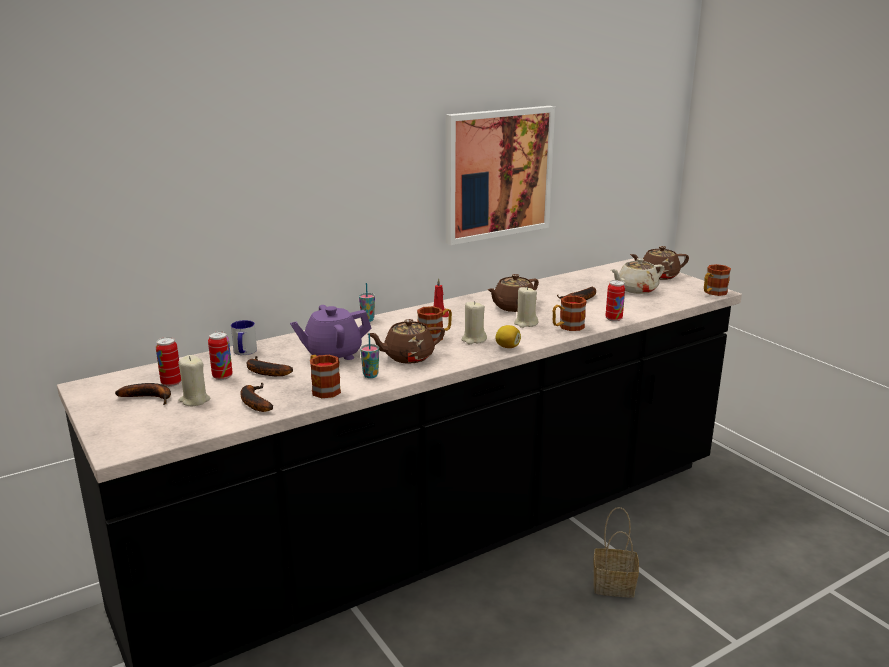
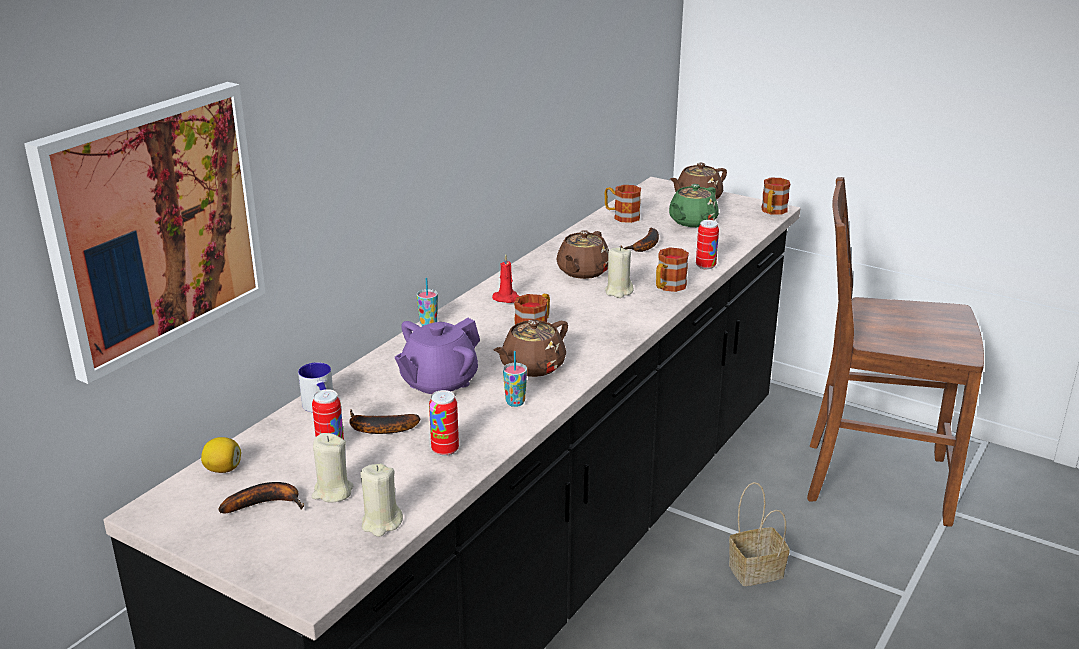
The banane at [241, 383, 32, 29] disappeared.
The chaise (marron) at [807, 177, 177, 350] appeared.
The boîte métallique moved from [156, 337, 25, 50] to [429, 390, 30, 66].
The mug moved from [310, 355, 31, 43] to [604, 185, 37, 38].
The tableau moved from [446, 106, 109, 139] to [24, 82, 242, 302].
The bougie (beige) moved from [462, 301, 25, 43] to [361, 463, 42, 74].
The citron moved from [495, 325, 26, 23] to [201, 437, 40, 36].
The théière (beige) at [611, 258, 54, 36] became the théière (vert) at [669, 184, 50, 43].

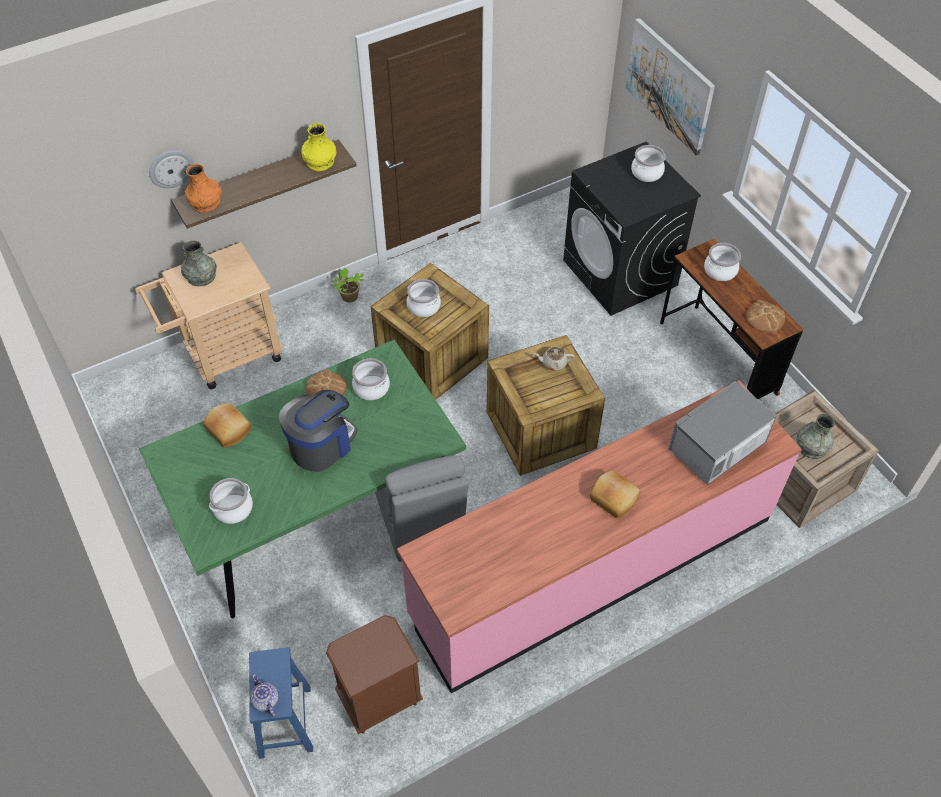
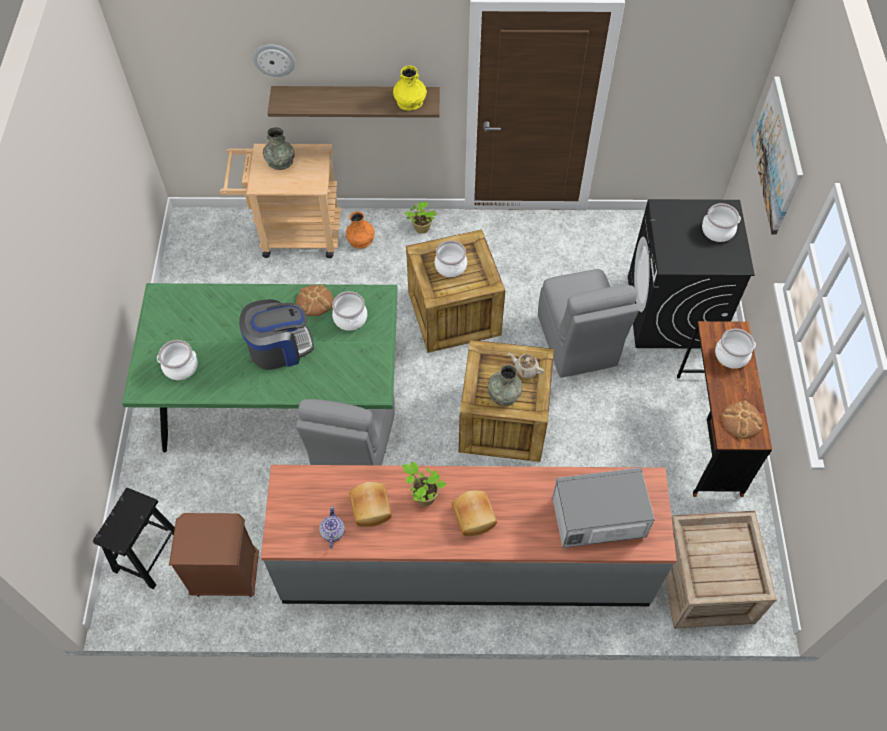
The plante en pot at [402, 461, 44, 45] appeared.
The chaise (gris) at [538, 269, 101, 109] appeared.
The vase (orange) moved from [185, 164, 37, 49] to [346, 211, 29, 38].
The pain moved from [203, 403, 48, 45] to [349, 482, 43, 45].
The théière moved from [250, 674, 29, 43] to [319, 506, 26, 43].
The vase (gris) moved from [797, 413, 38, 46] to [488, 365, 34, 41].
The tabouret (bleu) at [249, 647, 64, 112] became the tabouret (noir) at [93, 488, 82, 101].
The comptoir de cuisine (rose) at [397, 380, 405, 313] became the comptoir de cuisine (gris) at [261, 465, 416, 141].

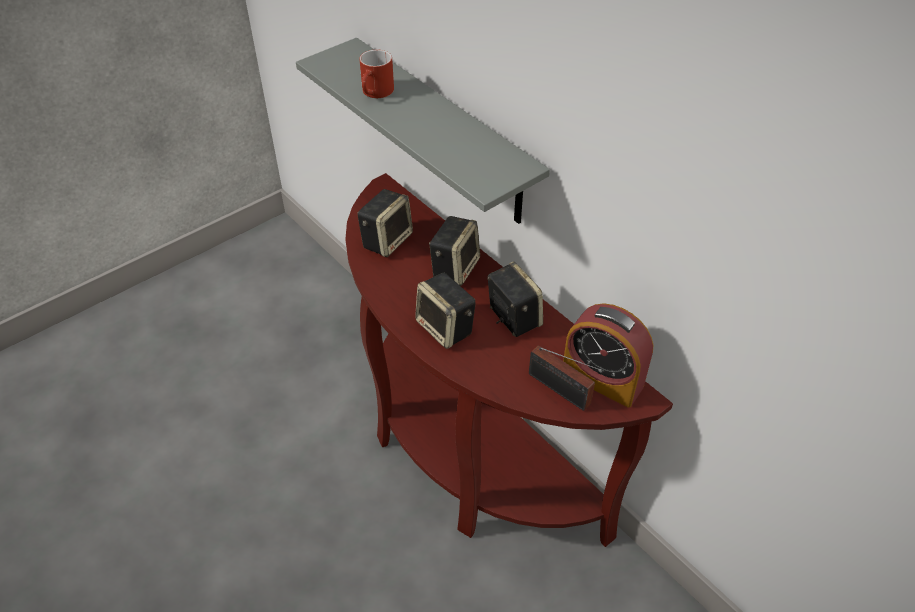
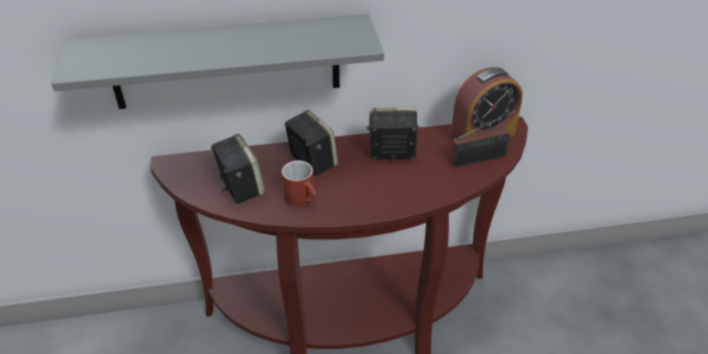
The enceinte at [415, 273, 61, 76] disappeared.
The mug (rouge) moved from [359, 50, 35, 48] to [282, 160, 34, 46].

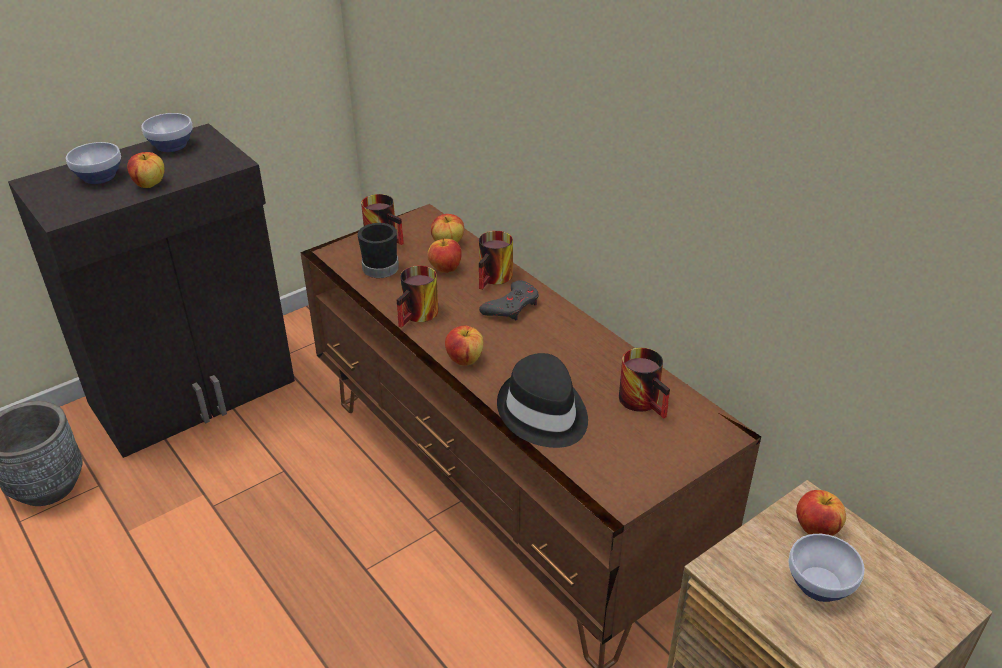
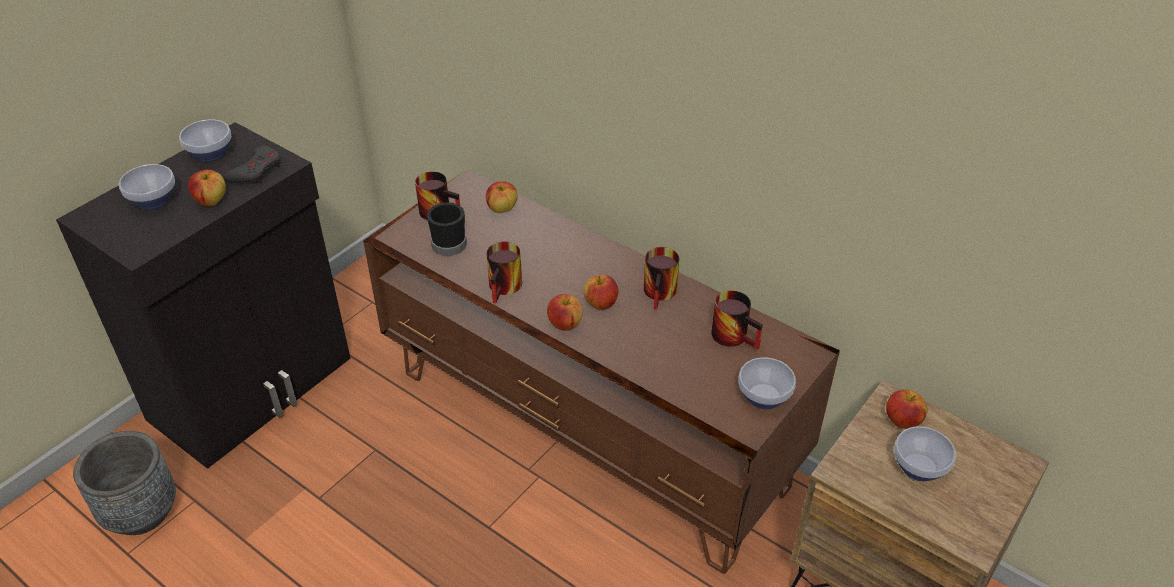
The chapeau (noir) at [497, 353, 91, 95] disappeared.
The bol at [738, 357, 58, 52] appeared.
The pomme moved from [428, 237, 34, 36] to [584, 275, 34, 35].
The mug moved from [479, 231, 34, 59] to [644, 247, 35, 62].
The manette (gris) moved from [479, 280, 60, 40] to [224, 146, 56, 38].

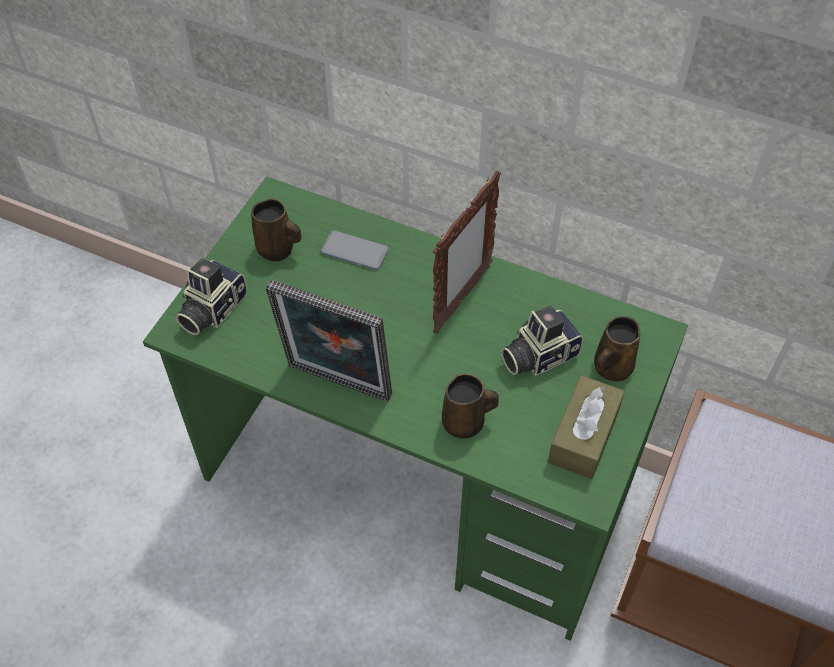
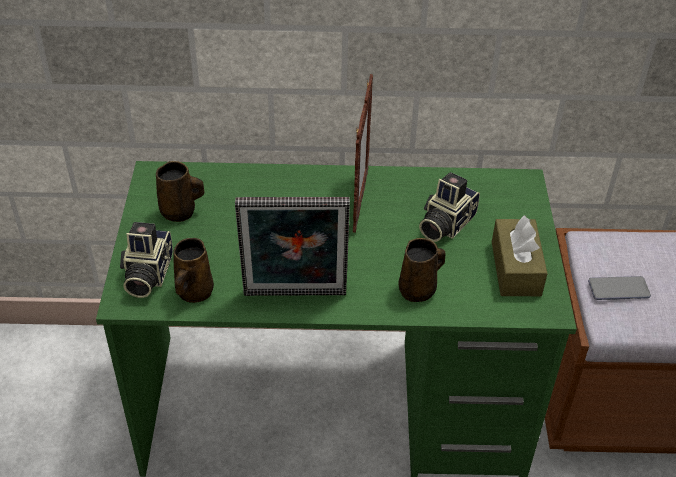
The téléphone moved from [321, 230, 68, 40] to [588, 276, 63, 24].
The mug (marron) moved from [594, 316, 46, 65] to [173, 238, 41, 65].

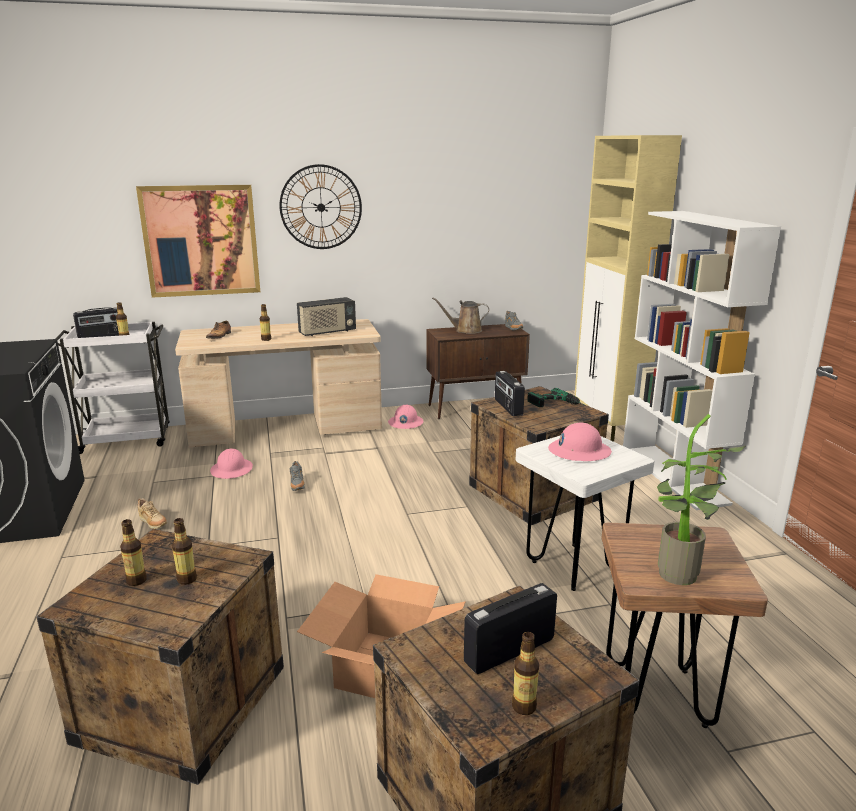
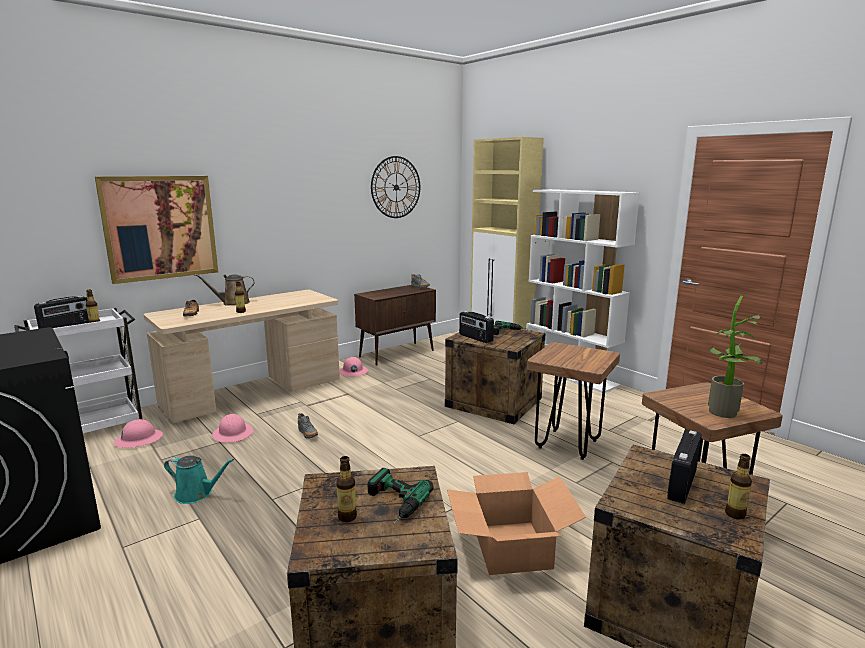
The radio at [297, 297, 59, 39] disappeared.
The horloge murale moved from [279, 164, 83, 85] to [371, 156, 49, 62].
The arrosoir (marron) moved from [432, 297, 57, 37] to [194, 274, 60, 32].
The casque de chantier (rose) moved from [548, 423, 64, 38] to [114, 419, 49, 29].
The chaussure (beige) at [138, 499, 29, 30] was replaced by the arrosoir (turquoise) at [164, 455, 70, 49].
The bouteille at [172, 518, 25, 67] was replaced by the perceuse at [367, 468, 66, 57].
The tabouret (blanc) at [515, 435, 140, 156] became the tabouret (marron) at [527, 342, 93, 118].

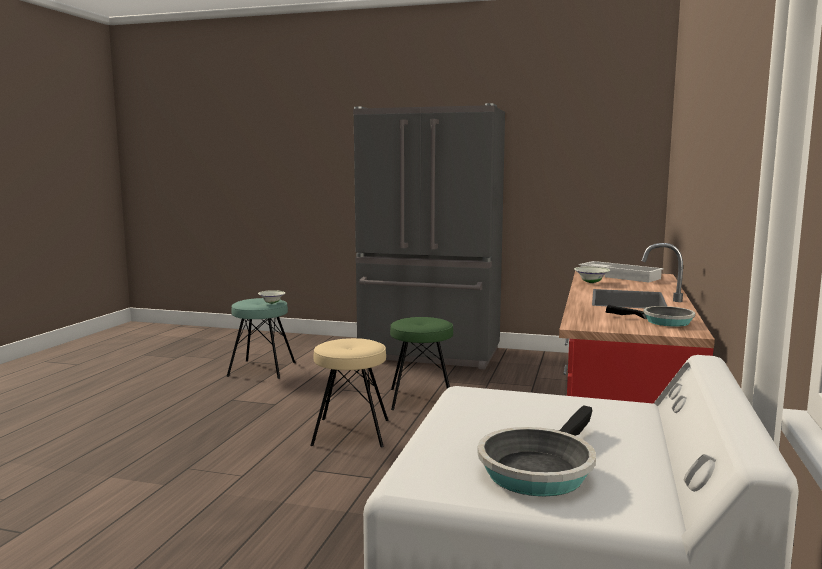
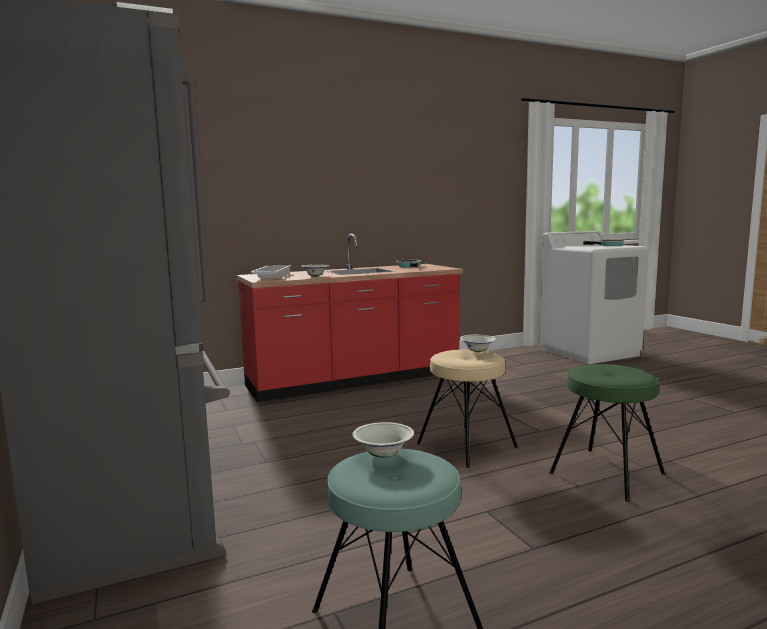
The bol (blanc) at [460, 334, 36, 18] appeared.
The tabouret (vert) moved from [390, 317, 63, 93] to [549, 364, 116, 138].

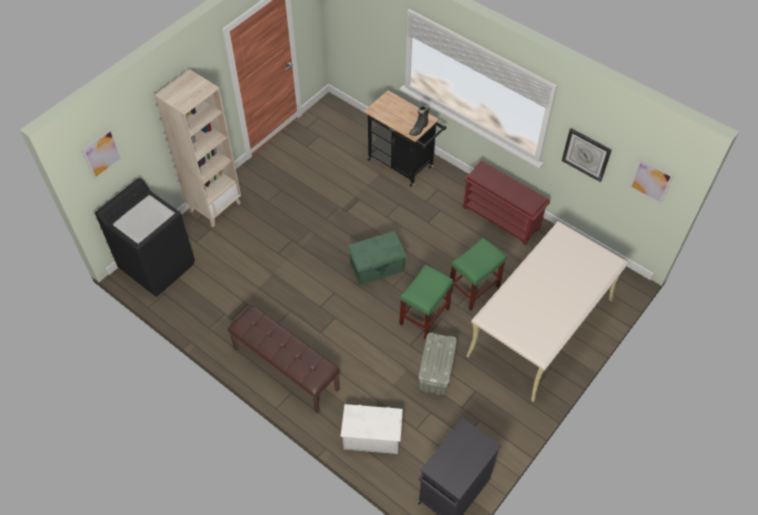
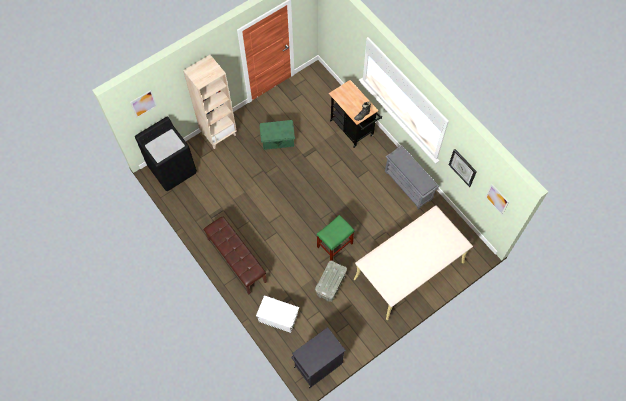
The tabouret (vert) at [450, 237, 56, 74] disappeared.
The boîte de rangement (vert) moved from [348, 231, 59, 54] to [259, 120, 36, 30].
The étagère à chaussures (rouge) at [463, 161, 87, 84] became the étagère à chaussures (gris) at [385, 145, 54, 65].

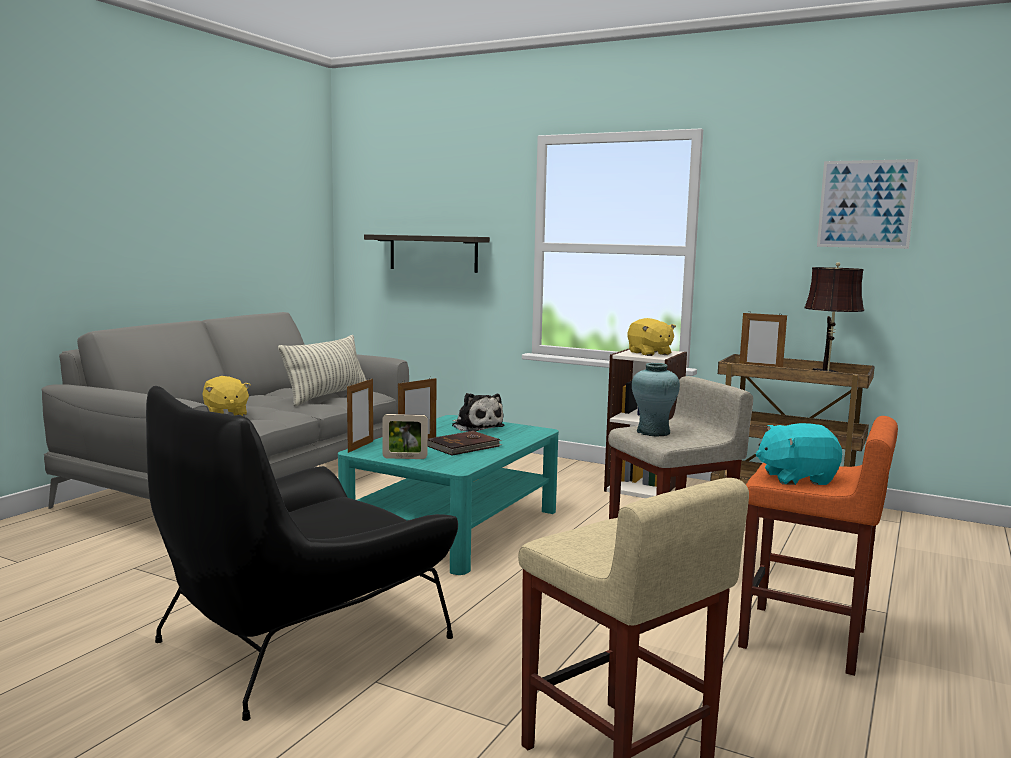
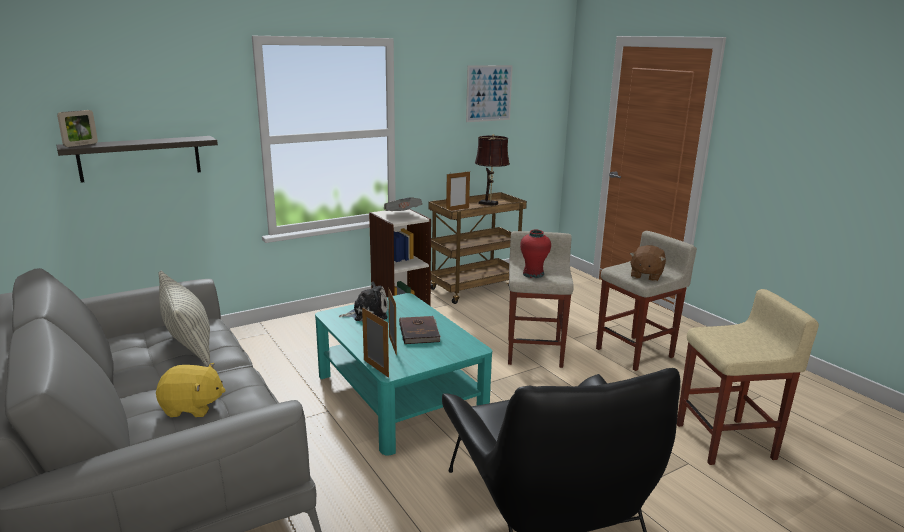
The cadre photo moved from [382, 414, 46, 45] to [57, 110, 41, 37].
The peluche (jaune) at [628, 318, 48, 38] was replaced by the journal at [384, 197, 39, 14].
The vase (turquoise) at [632, 363, 48, 73] became the vase (rouge) at [520, 230, 31, 48].
The tabouret (orange) at [738, 416, 160, 260] became the tabouret (beige) at [596, 231, 101, 140].
The peluche (turquoise) at [756, 423, 86, 62] became the peluche (marron) at [630, 245, 36, 37].

